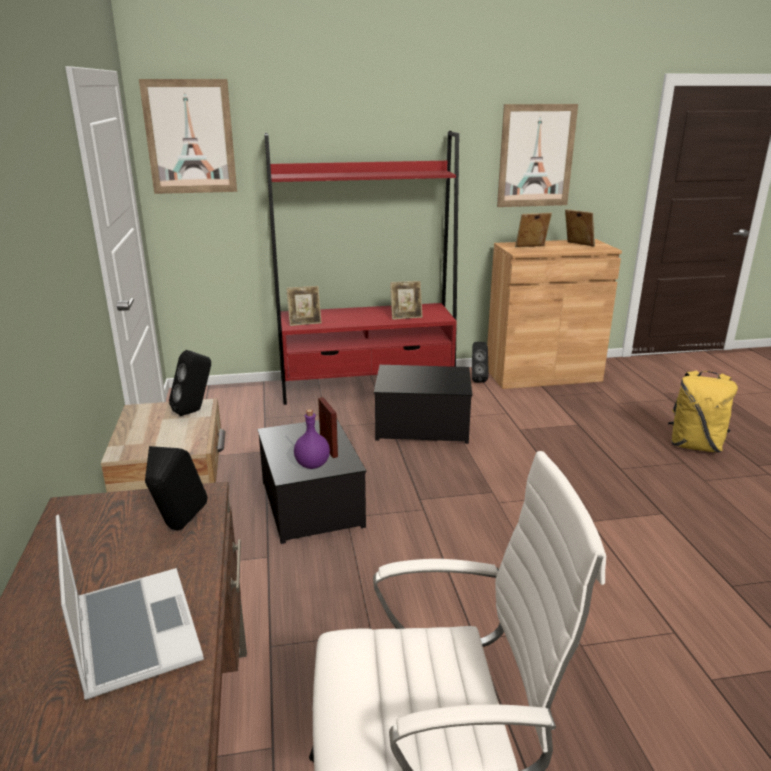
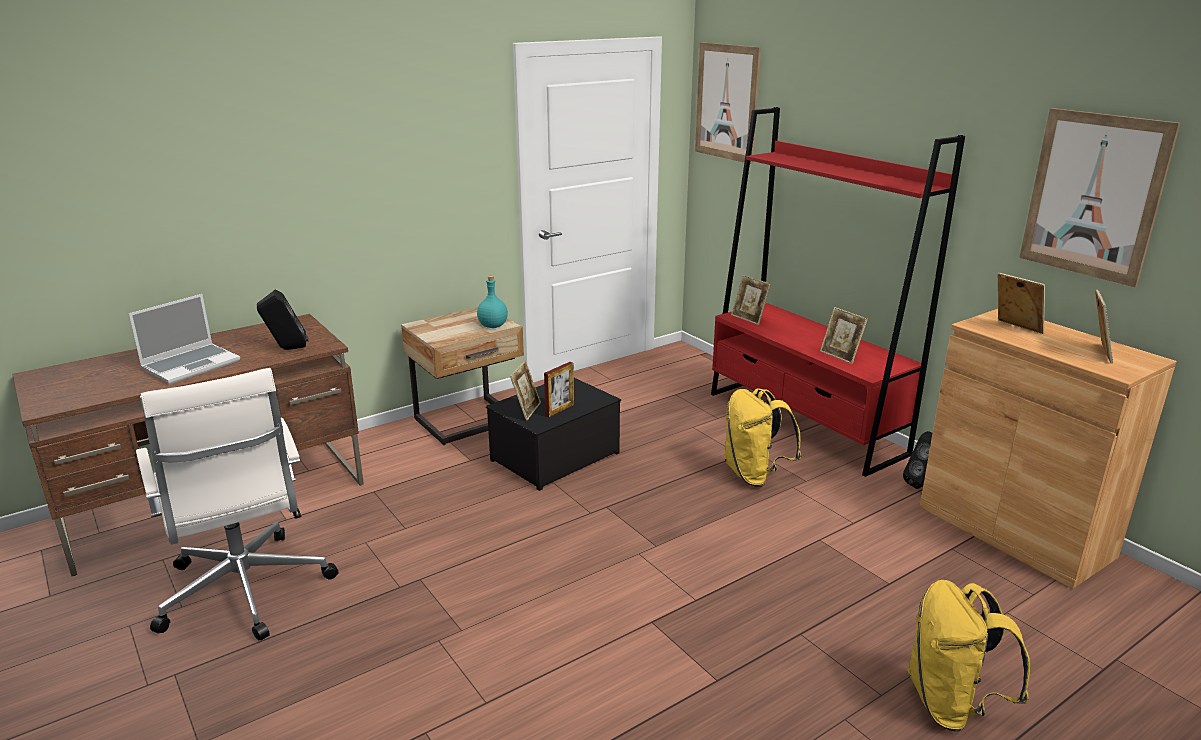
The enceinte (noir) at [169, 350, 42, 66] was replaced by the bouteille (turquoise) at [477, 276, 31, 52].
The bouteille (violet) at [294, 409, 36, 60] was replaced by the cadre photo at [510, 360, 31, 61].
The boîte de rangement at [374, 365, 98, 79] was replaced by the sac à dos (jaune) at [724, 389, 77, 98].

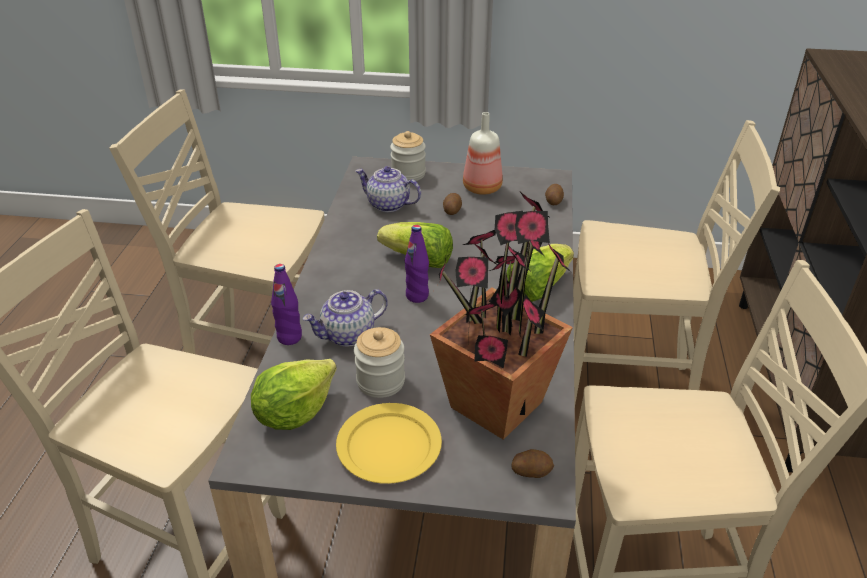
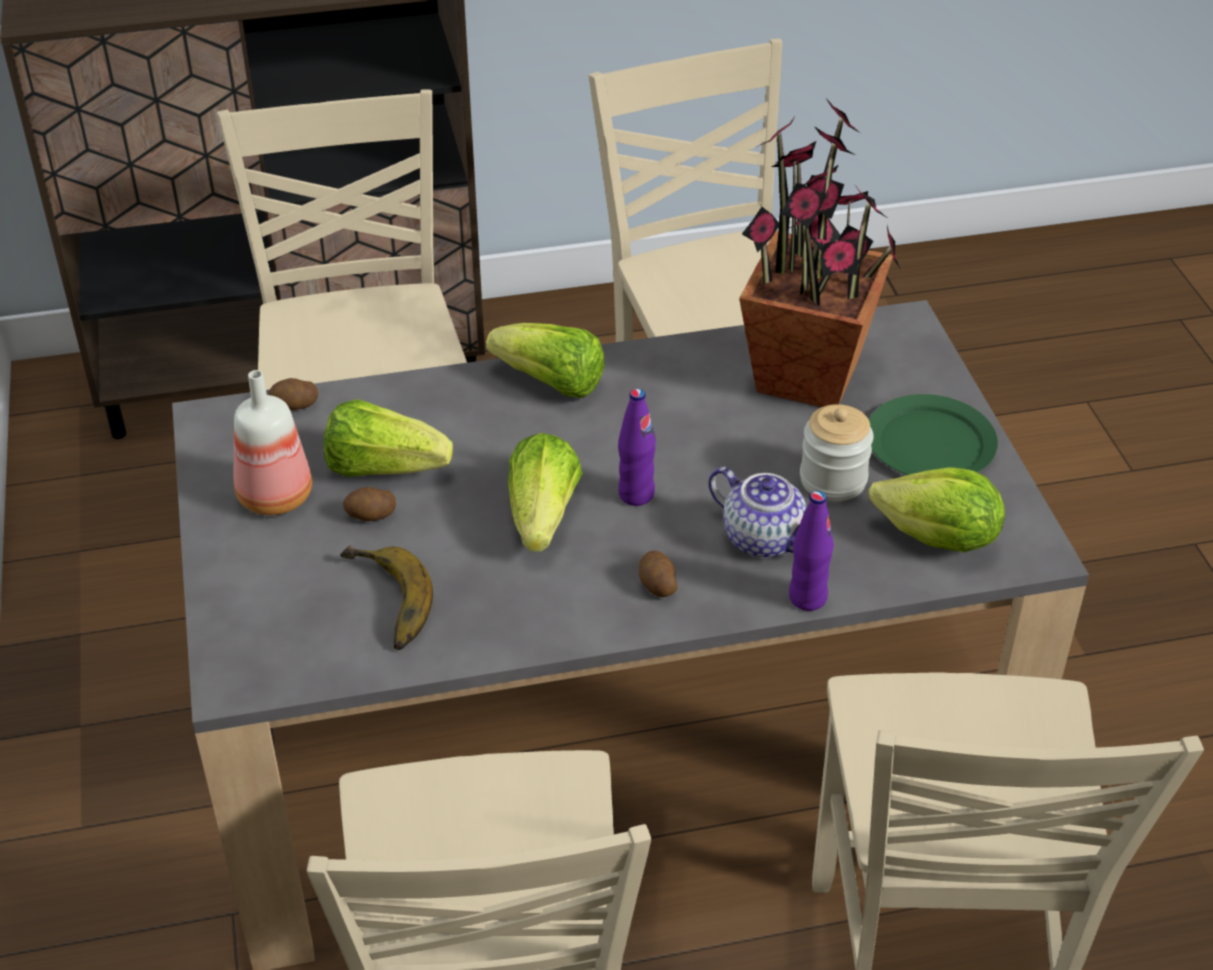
The bocal at [390, 131, 36, 50] disappeared.
The laitue at [324, 399, 129, 78] appeared.
The pomme de terre moved from [511, 449, 43, 29] to [639, 551, 39, 46].
The théière at [355, 166, 66, 46] was replaced by the banane at [340, 545, 93, 105].
The assiette (jaune) at [336, 403, 106, 81] became the assiette (vert) at [869, 394, 129, 81].

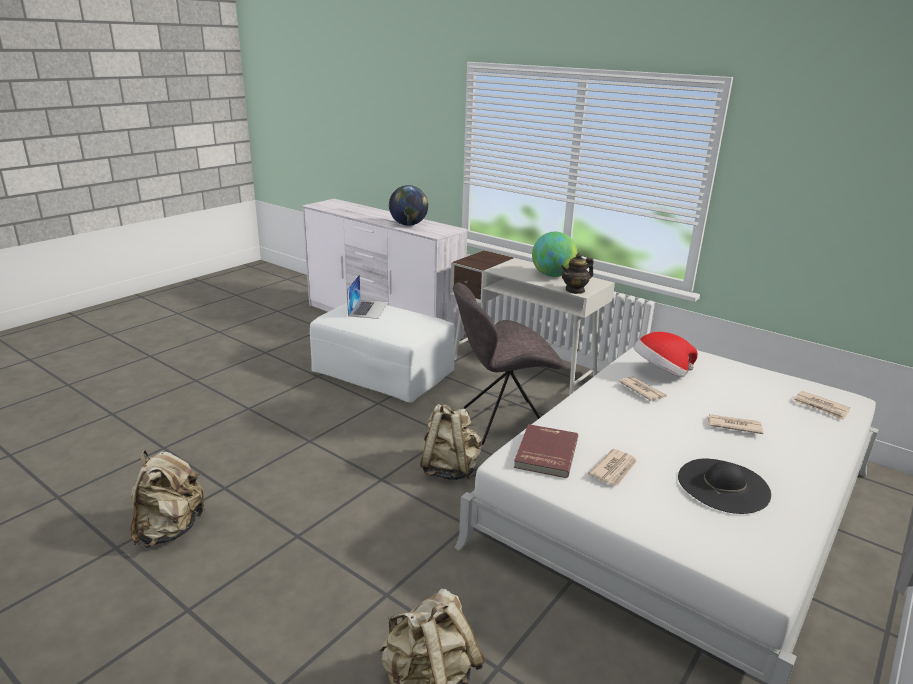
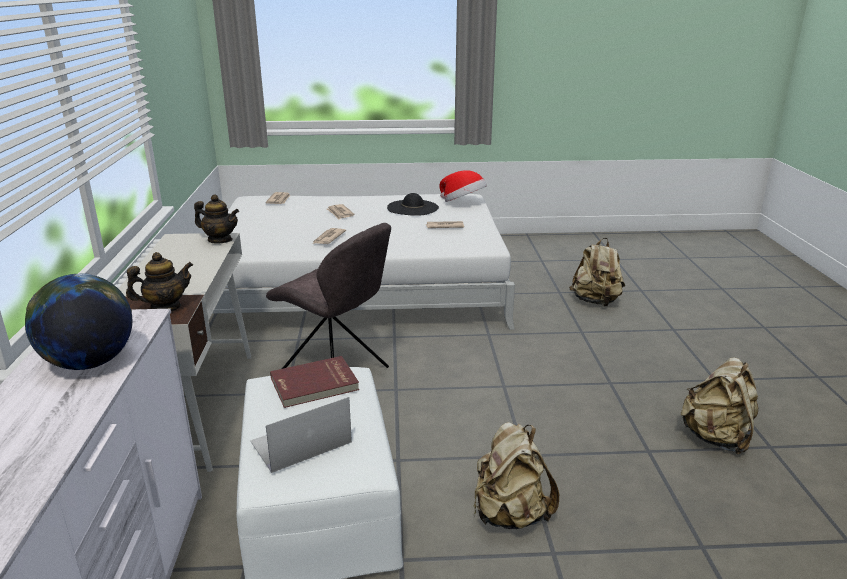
The globe at [532, 232, 45, 45] disappeared.
The théière at [126, 252, 67, 59] appeared.
The sac à dos (beige) moved from [420, 404, 62, 76] to [474, 422, 85, 107].
The livre (rouge) moved from [514, 424, 64, 54] to [270, 356, 89, 52].
The chapeau moved from [633, 332, 65, 45] to [439, 170, 48, 32].

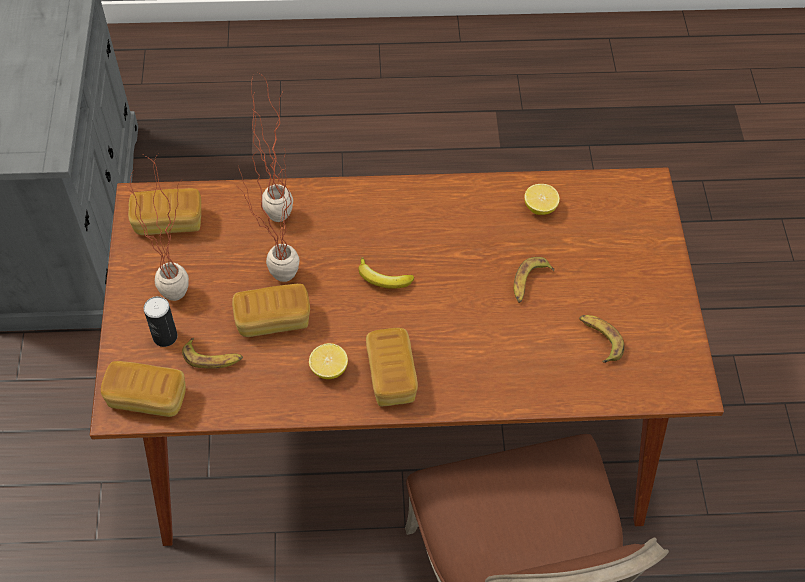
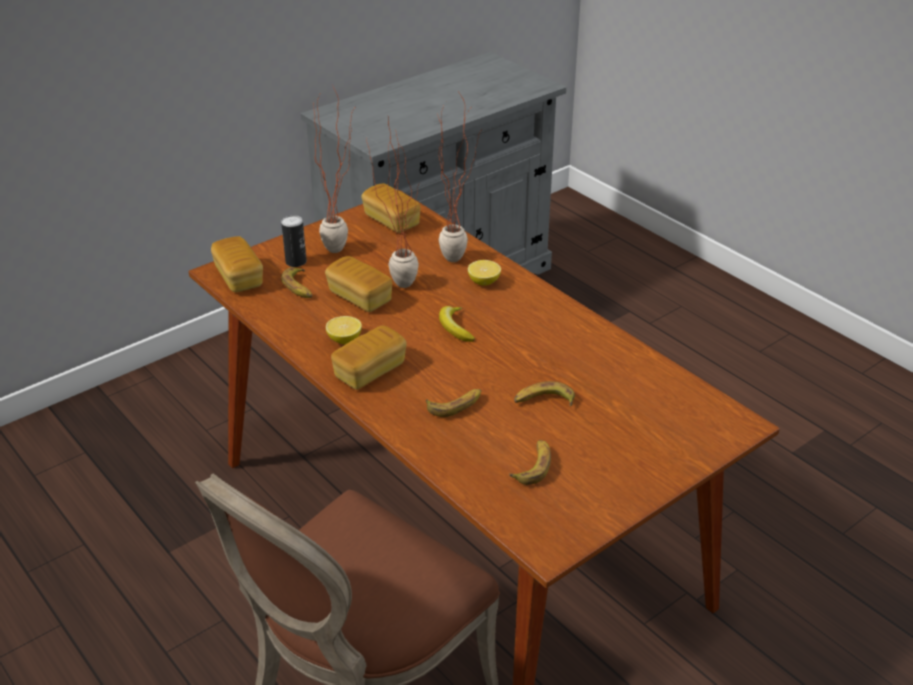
The banane at [426, 389, 55, 28] appeared.
The citron moved from [524, 184, 36, 31] to [468, 260, 33, 26].

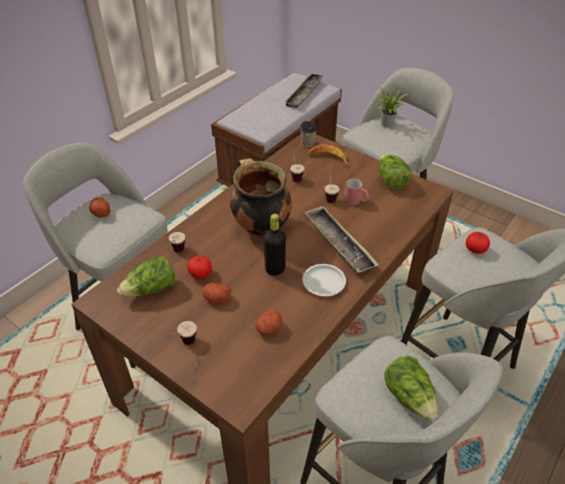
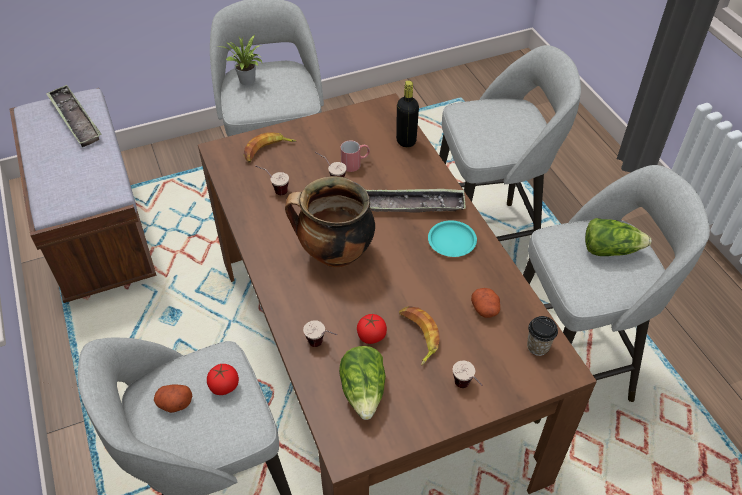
The laitue at [379, 153, 33, 37] disappeared.
The bouteille (noir) moved from [263, 214, 23, 62] to [396, 80, 23, 67].
The tasse moved from [300, 121, 18, 26] to [527, 316, 31, 40].
The tomate moved from [466, 232, 24, 22] to [207, 364, 32, 31].
The pomme de terre at [202, 283, 29, 21] was replaced by the banane at [399, 306, 41, 59].
The assiette (blanc) at [302, 264, 44, 32] became the assiette (turquoise) at [428, 220, 49, 37].

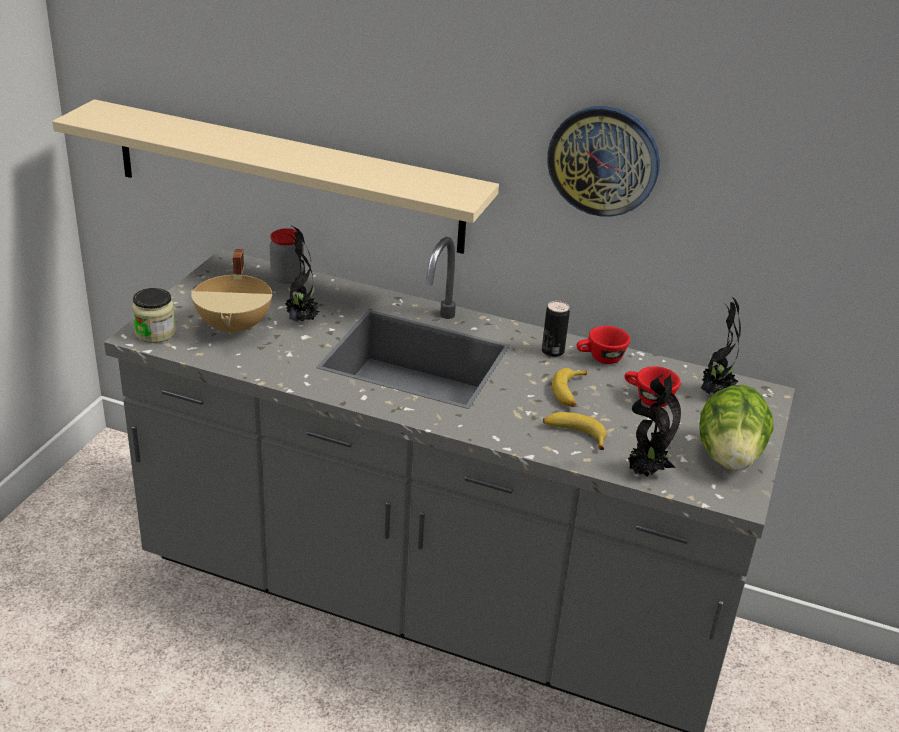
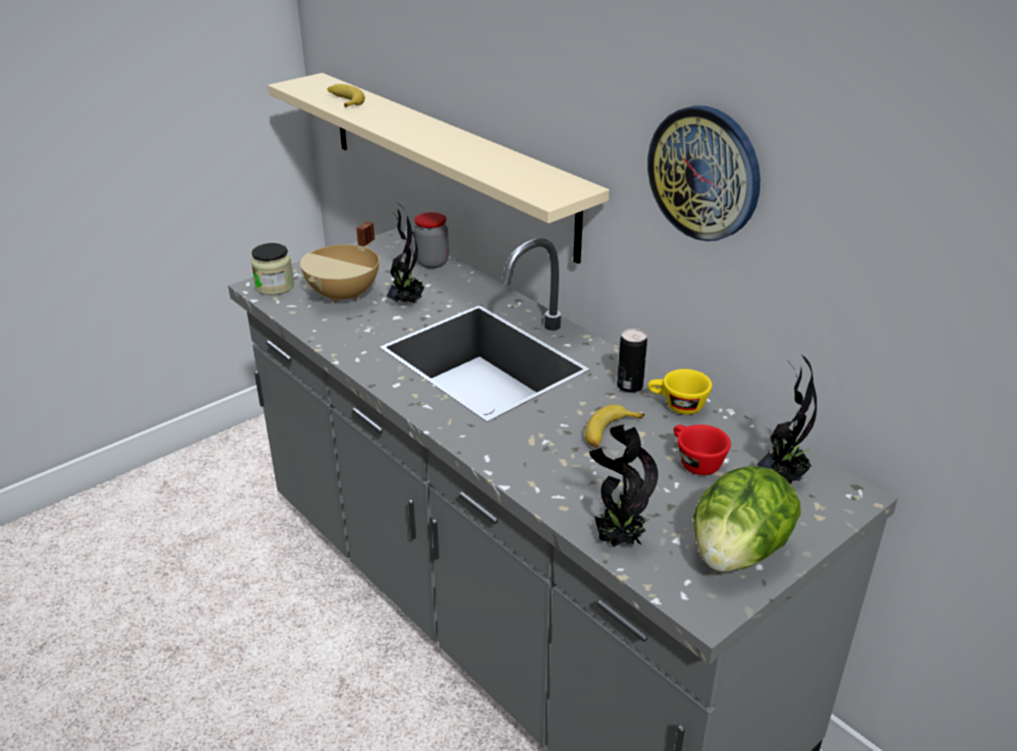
The banane moved from [543, 412, 64, 38] to [327, 84, 38, 24].
The tasse (rouge) at [577, 326, 53, 38] became the tasse (jaune) at [648, 369, 64, 46].

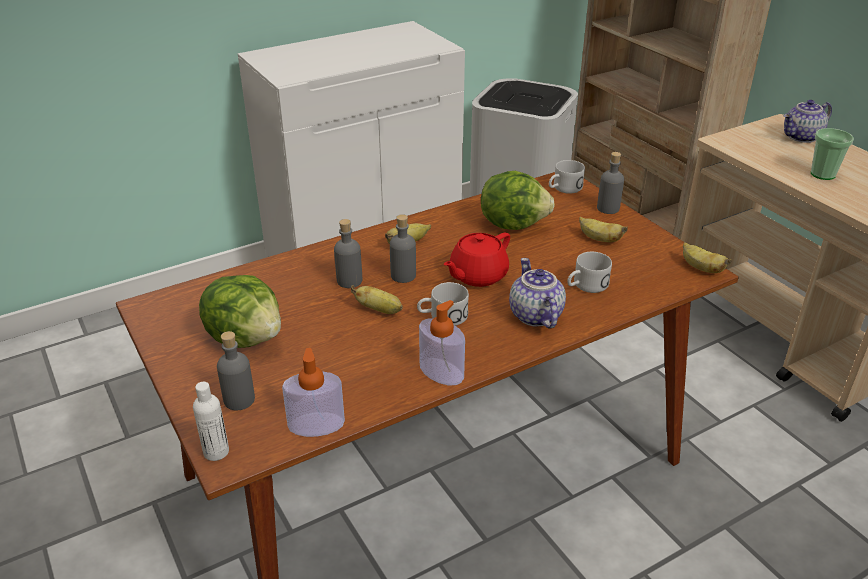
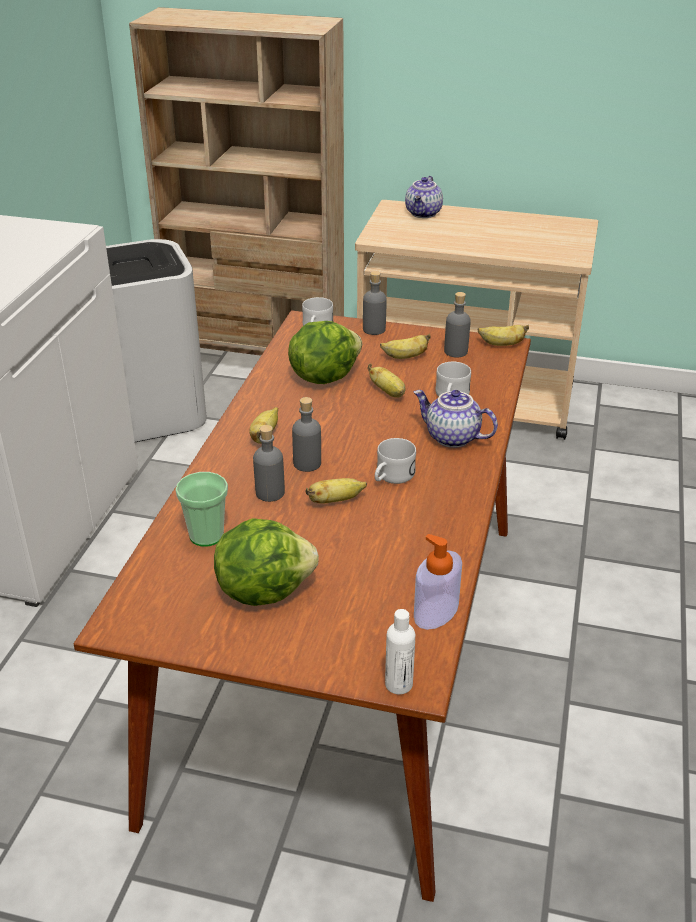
The distributeur de savon at [419, 300, 46, 85] disappeared.
The théière (rouge) at [444, 232, 66, 55] disappeared.
The banane at [367, 364, 38, 34] appeared.
The bouteille (gris) moved from [217, 331, 38, 79] to [444, 292, 27, 66].
The tasse moved from [811, 128, 43, 52] to [175, 472, 53, 75].

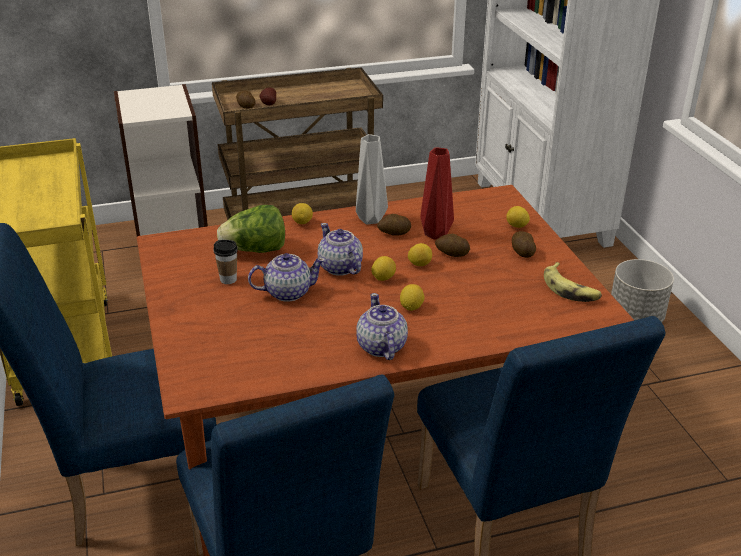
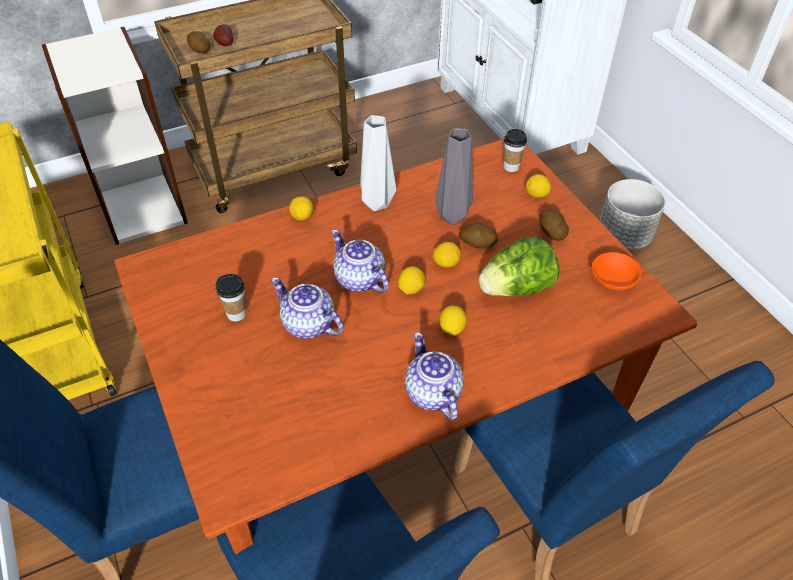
The pomme de terre at [377, 214, 34, 22] disappeared.
The tasse at [503, 129, 24, 43] appeared.
The laitue moved from [217, 205, 68, 48] to [478, 236, 82, 61].
The banane at [544, 262, 58, 40] was replaced by the bol (orange) at [591, 252, 50, 38].
The vase (rouge) at [420, 148, 34, 92] became the vase (gris) at [435, 129, 38, 96].
The théière at [248, 253, 78, 49] turned 120 degrees counterclockwise.

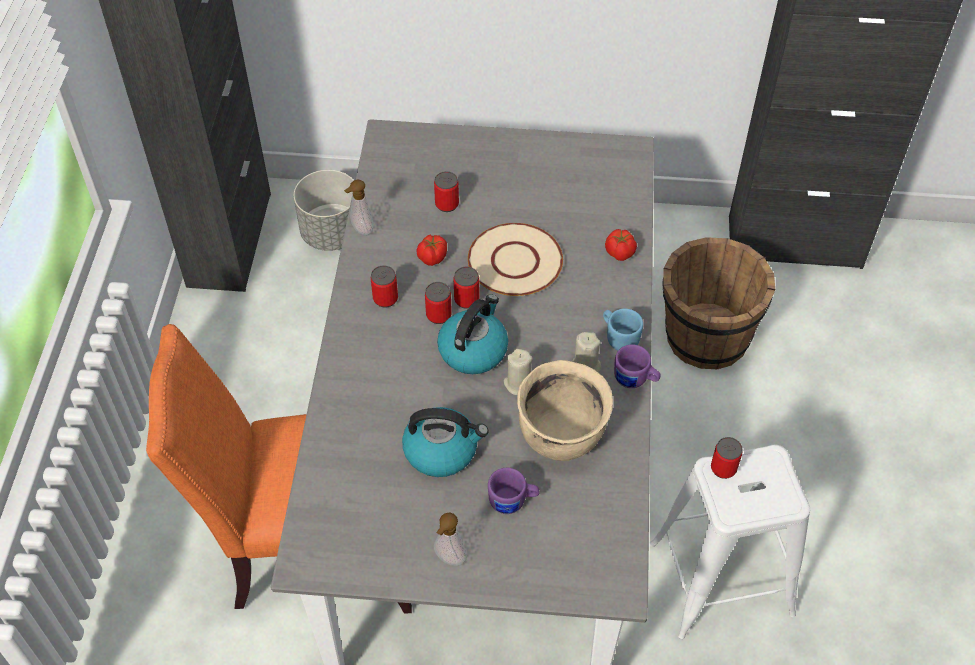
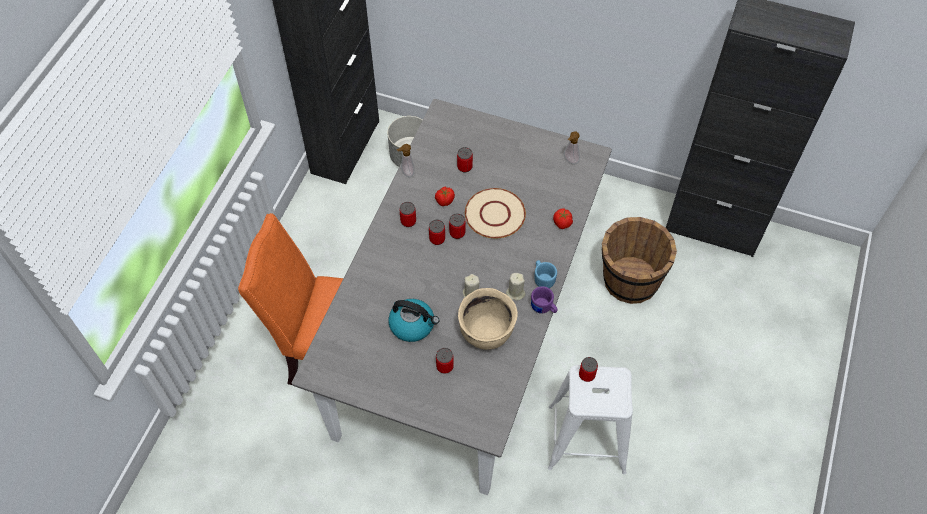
The bouilloire at [437, 294, 71, 80] disappeared.
The distributeur de savon moved from [434, 512, 33, 54] to [564, 131, 16, 34].
The mug (violet) at [488, 468, 51, 46] was replaced by the boîte métallique at [436, 348, 18, 26].

